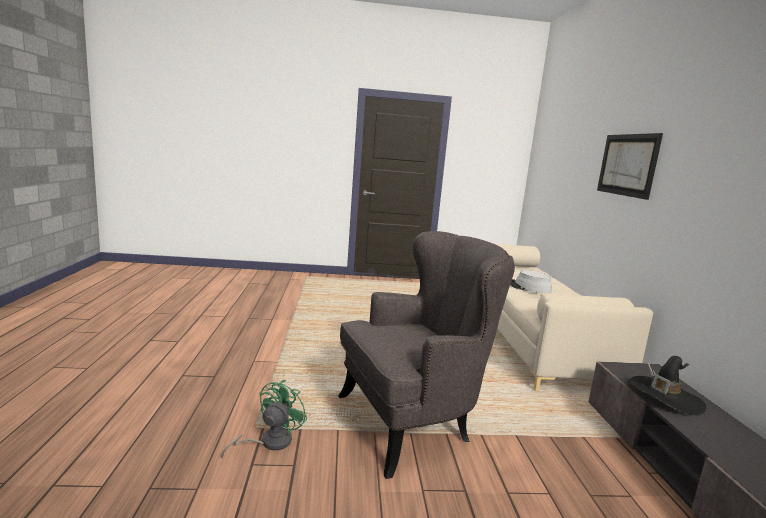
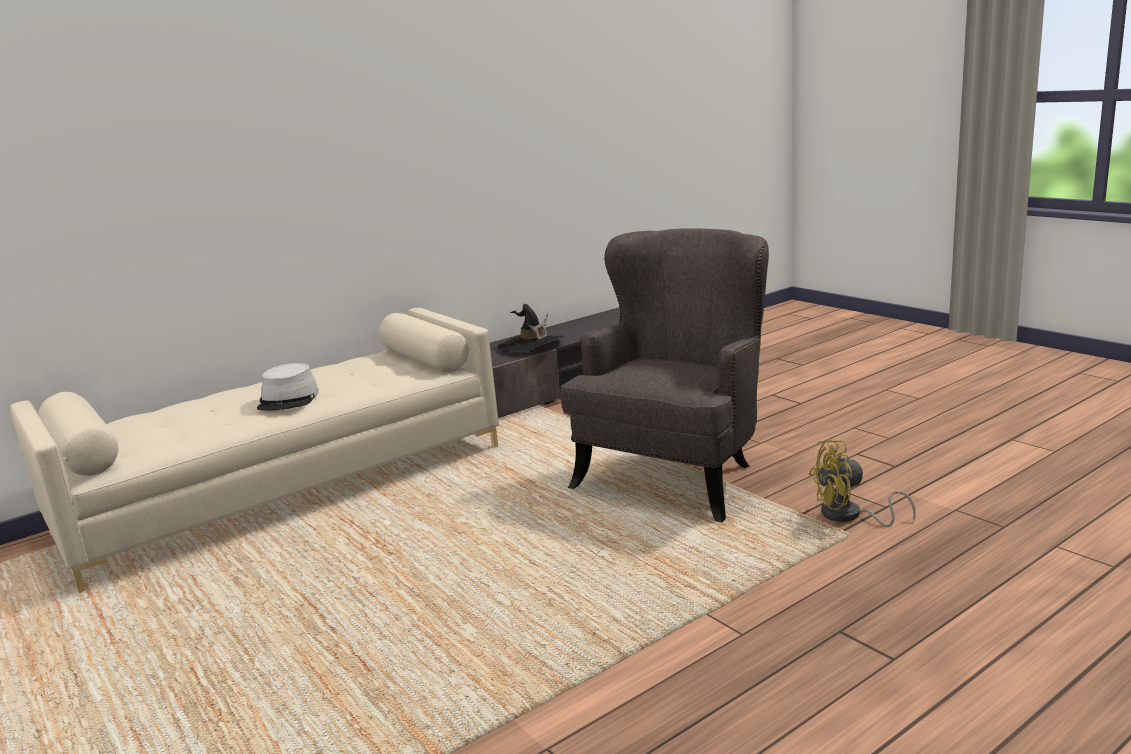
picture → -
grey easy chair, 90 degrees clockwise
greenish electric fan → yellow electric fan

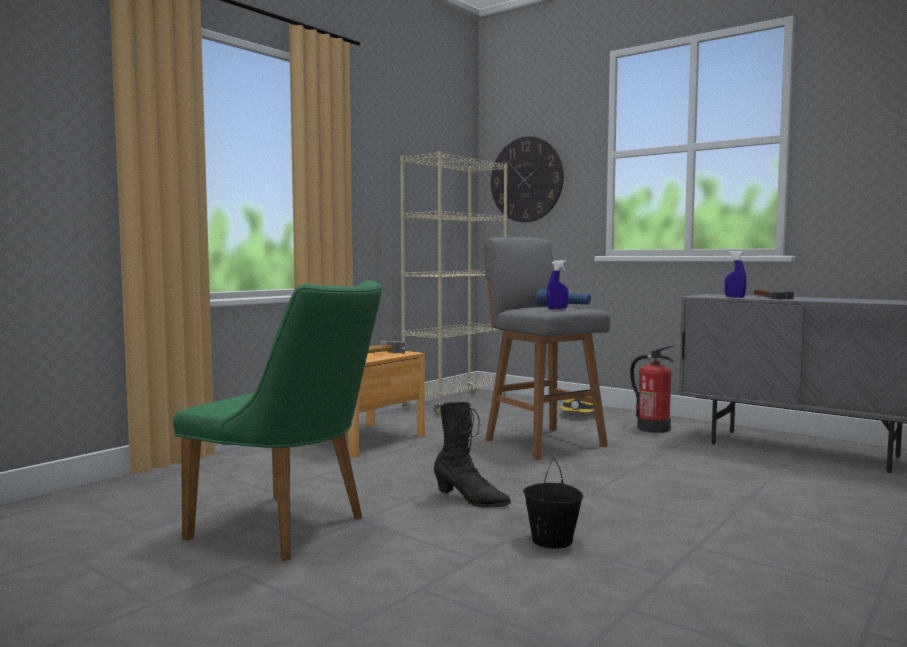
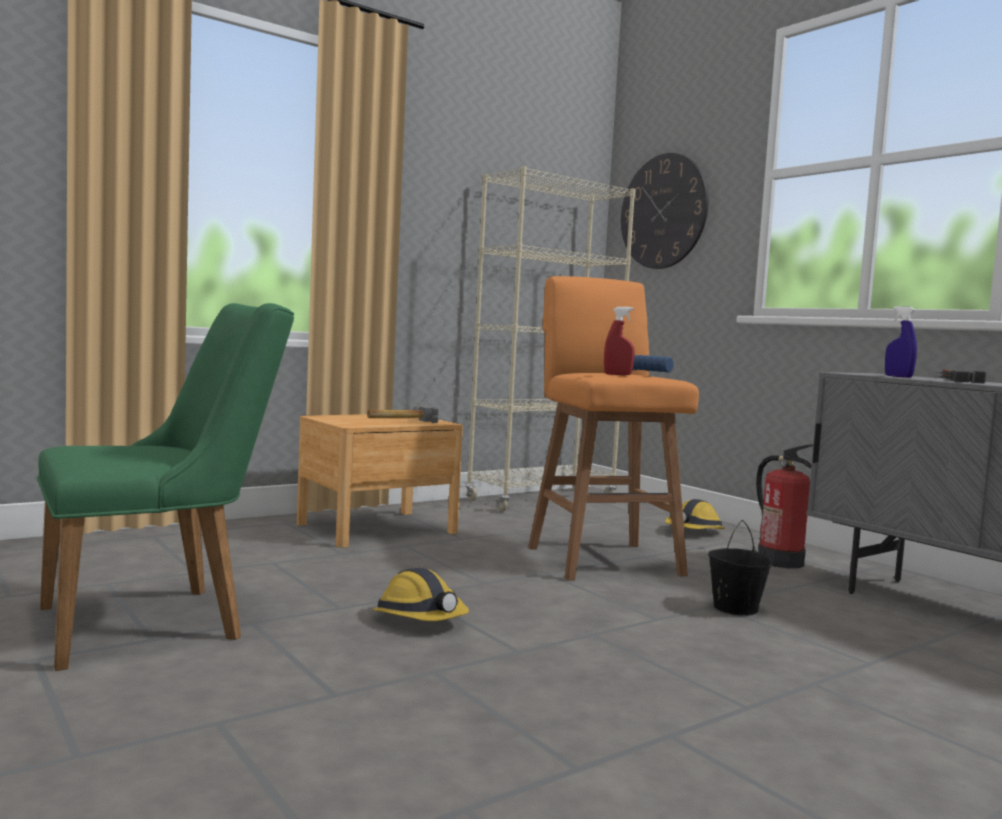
grey stool seat → orangey stool seat
bluish sprayer (no. 1 from left) → reddish sprayer
greenish chair, 75 degrees counterclockwise
blackish boot → safety helmet (no. 1 from left)
blackish pail, shifted

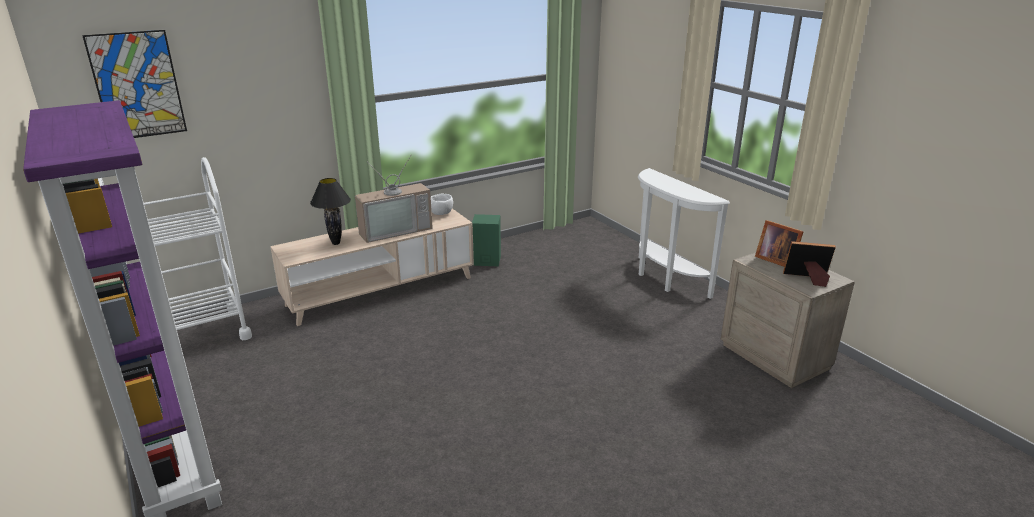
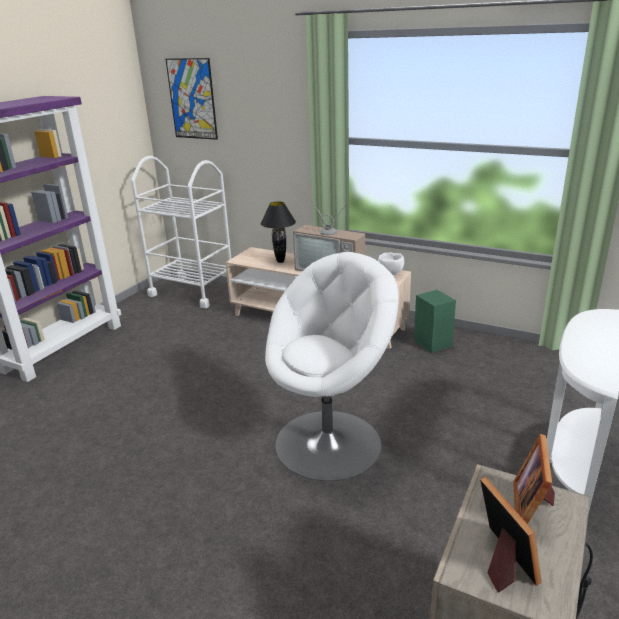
- → white easy chair

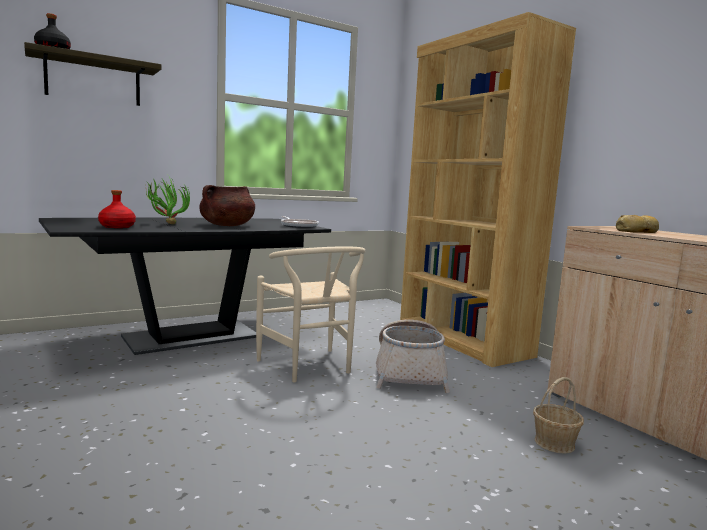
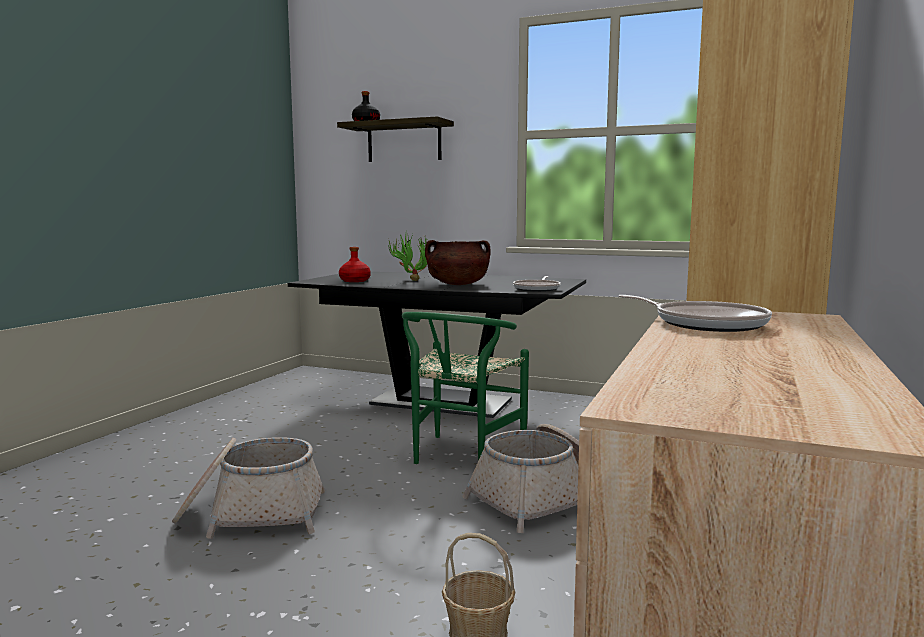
bread → skillet (no. 2 from left)
beige chair → greenish chair
- → household basket (no. 1 from left)

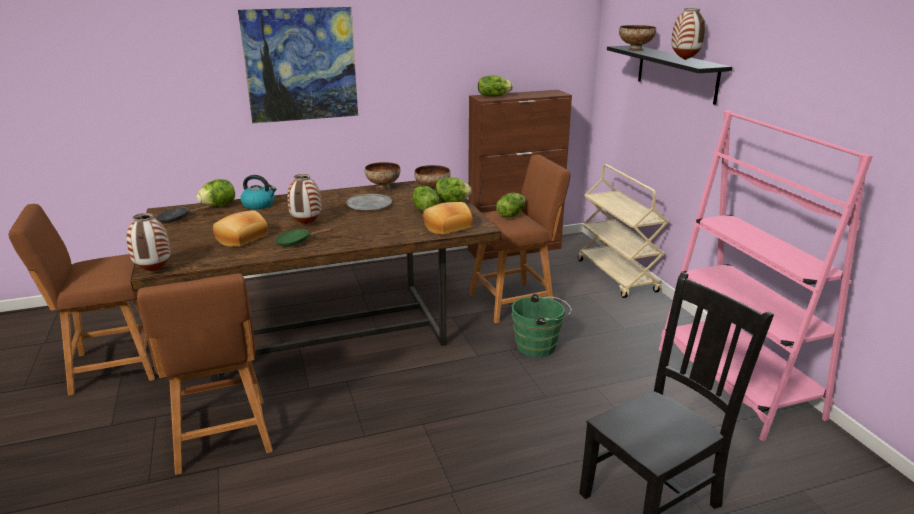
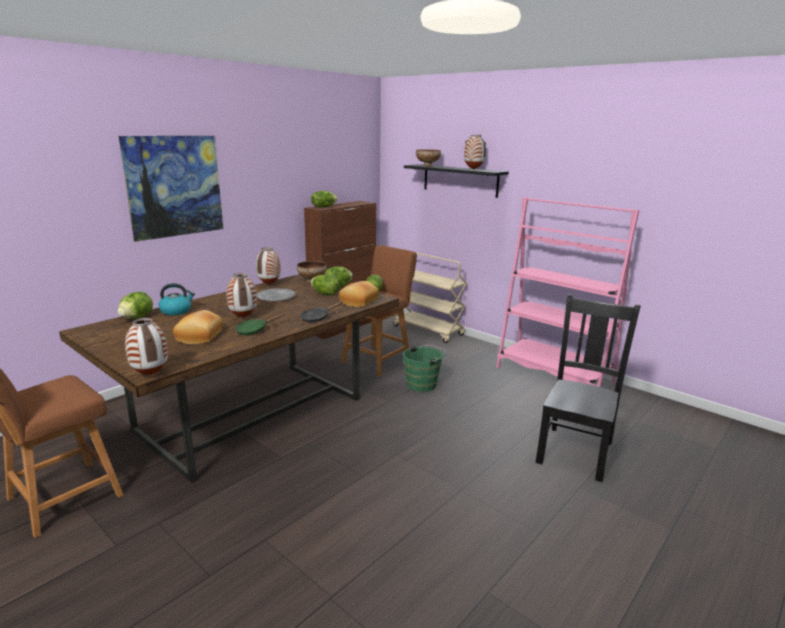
deep dish (no. 1 from left) → flower vase (no. 3 from left)
blackish skillet, shifted
brown-coloured stool seat (no. 2 from left) → -

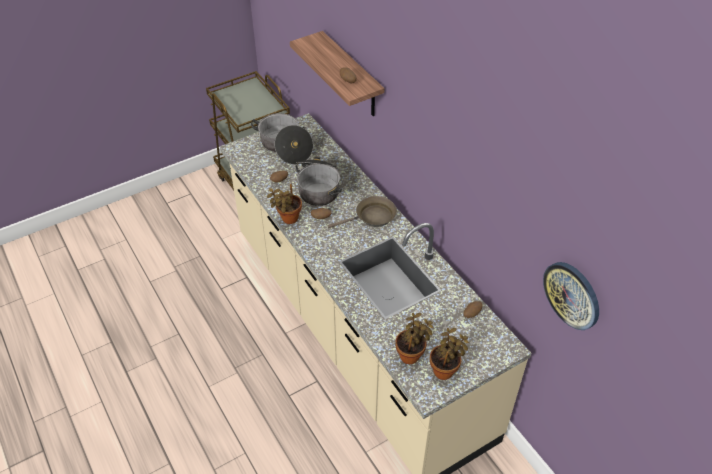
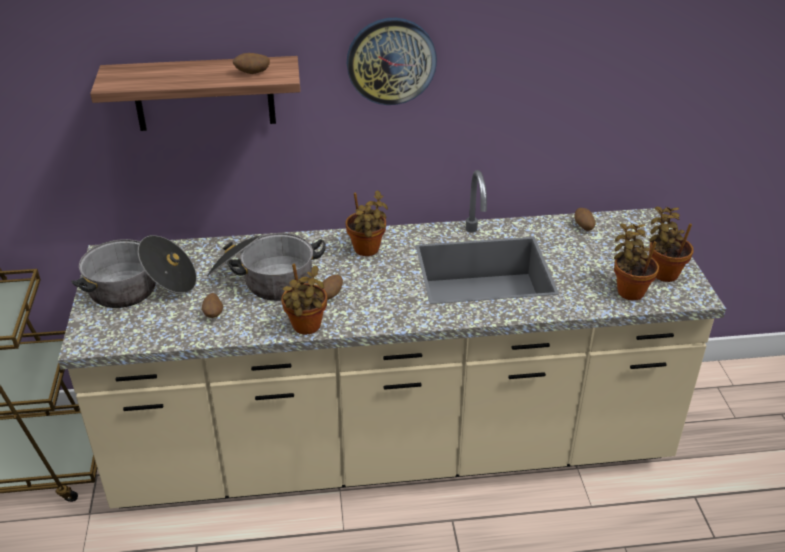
brown-coloured skillet → houseplant (no. 2 from left)
hanging clock, shifted

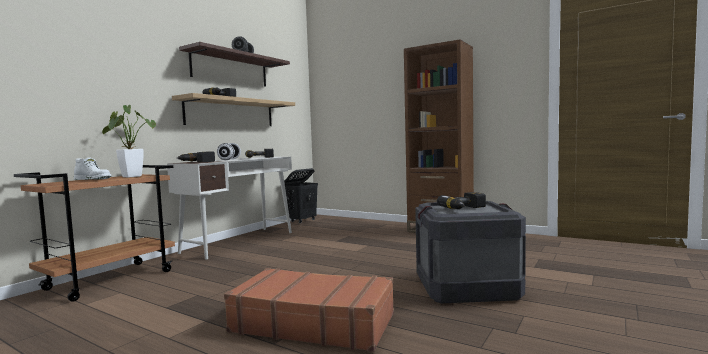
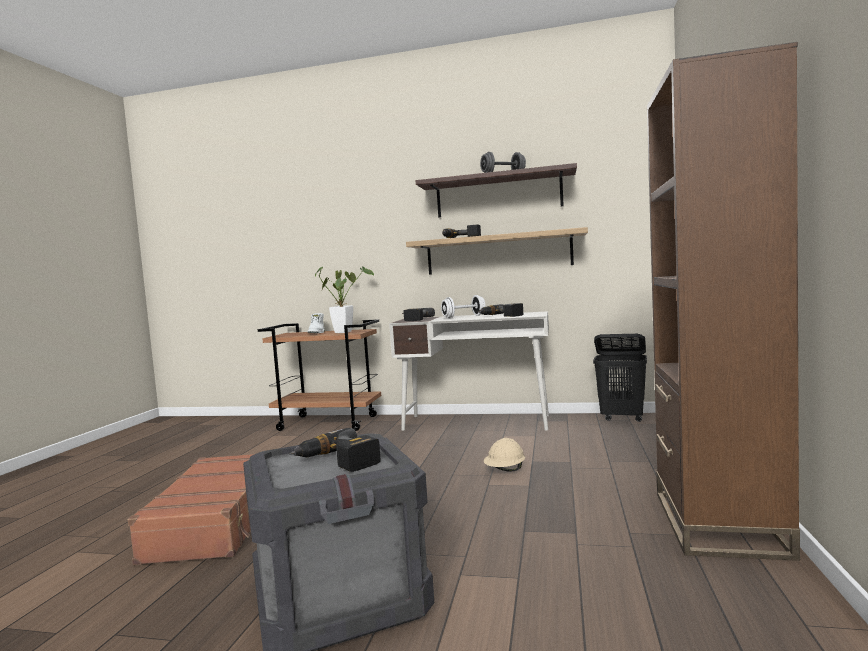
- → beige safety helmet

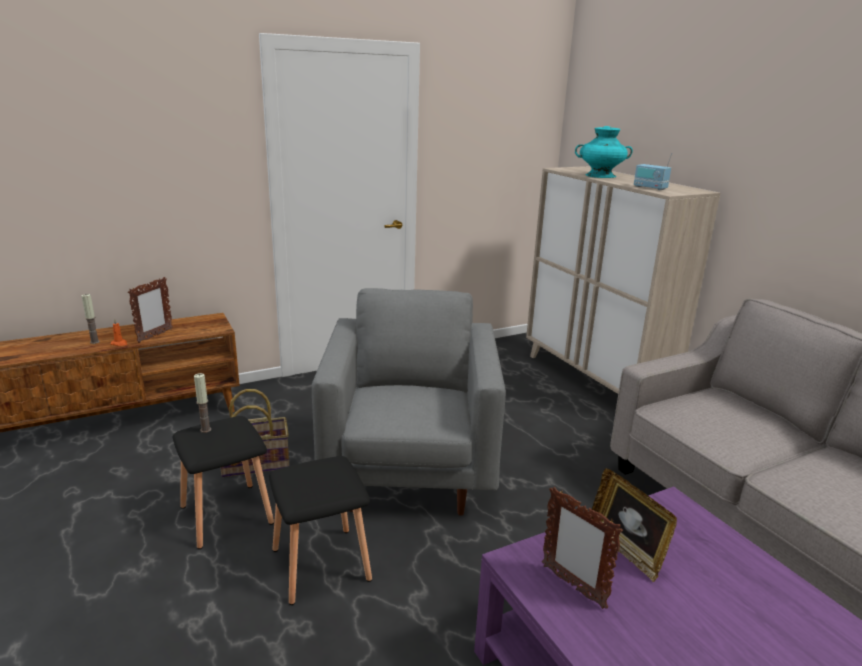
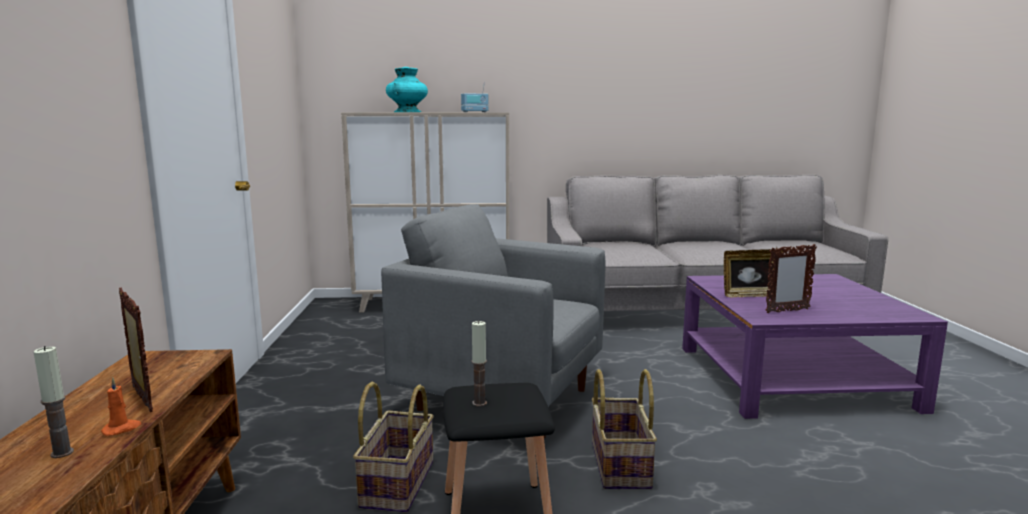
blackish stool seat (no. 2 from left) → household basket (no. 2 from left)

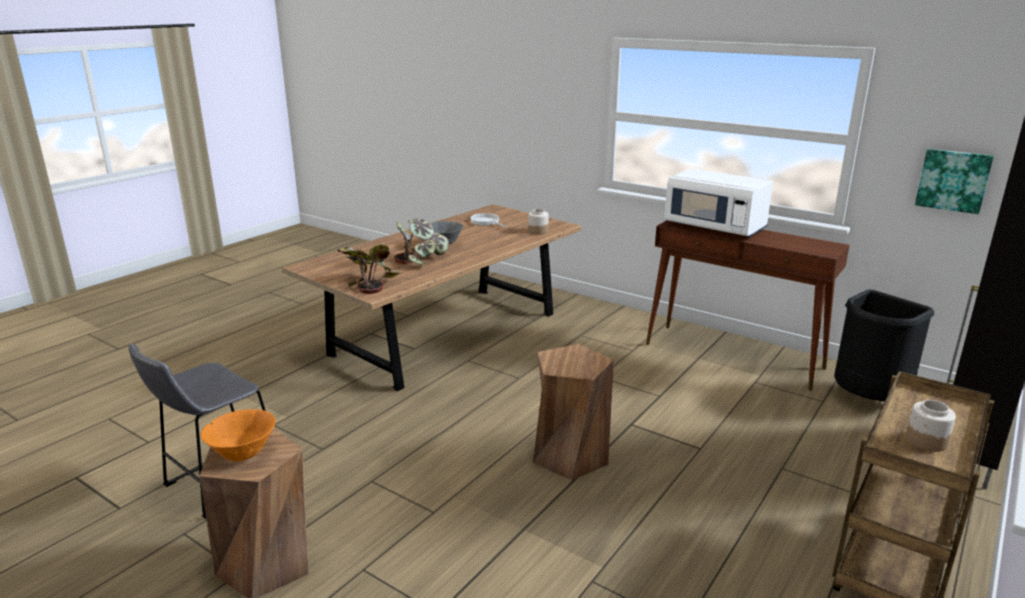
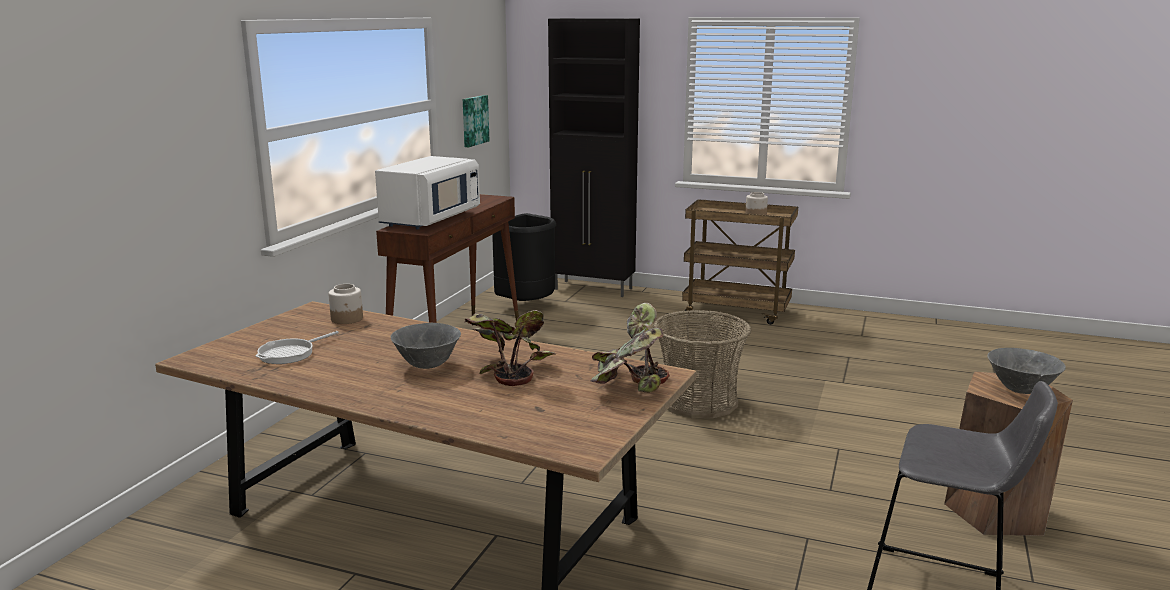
brown-coloured stool seat (no. 2 from left) → household basket
orangey deep dish → grey deep dish (no. 2 from left)

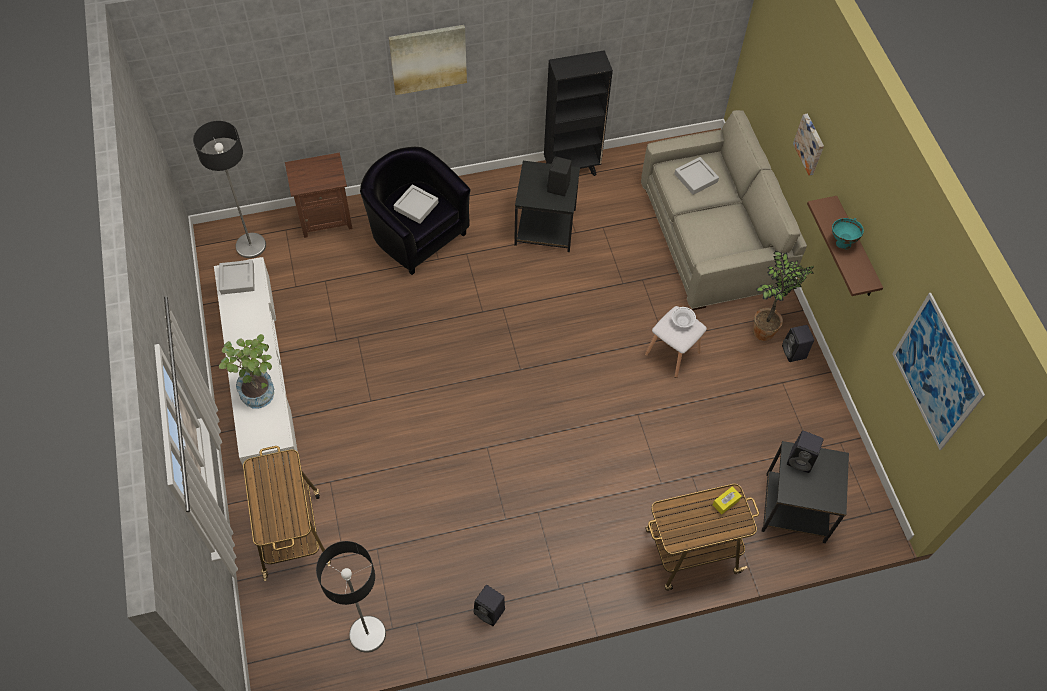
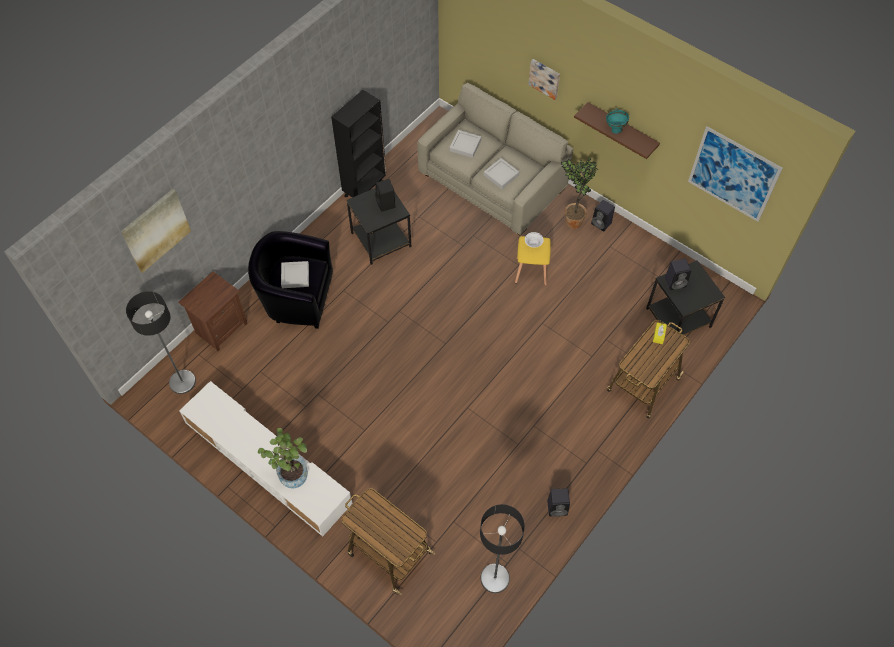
picture (no. 1 from left), shifted
grey serving tray (no. 1 from left in the first image) → grey serving tray (no. 3 from left), shifted
white stool seat → yellow stool seat

